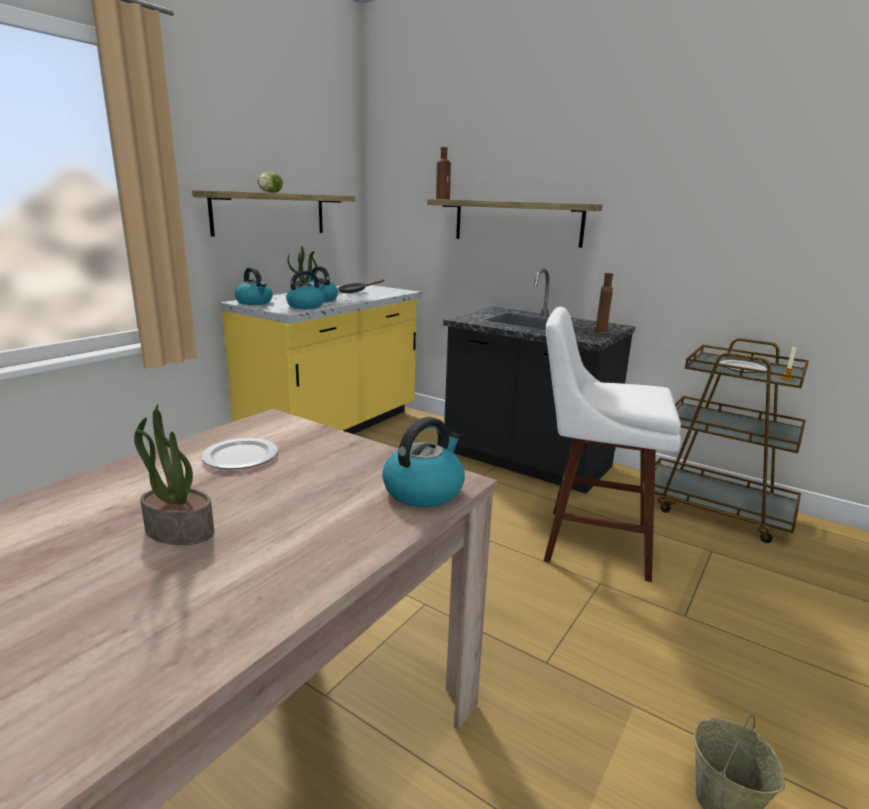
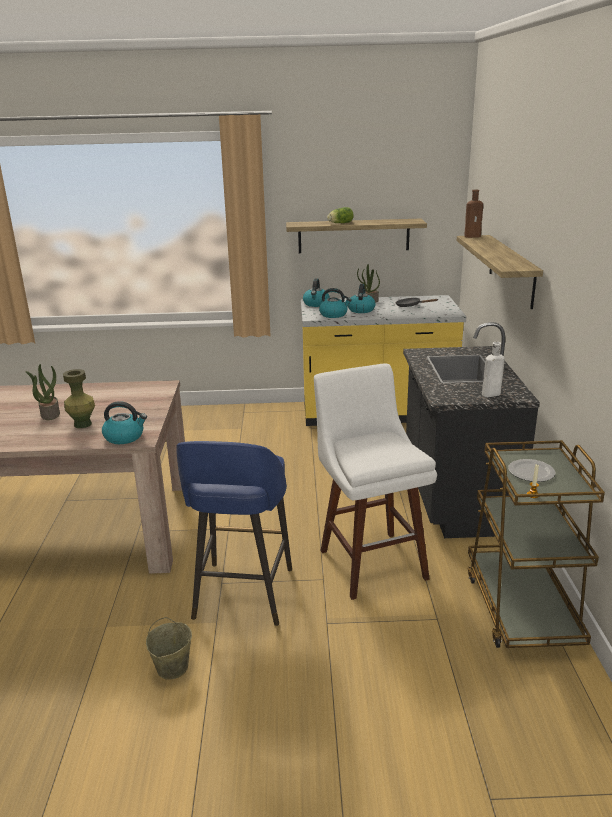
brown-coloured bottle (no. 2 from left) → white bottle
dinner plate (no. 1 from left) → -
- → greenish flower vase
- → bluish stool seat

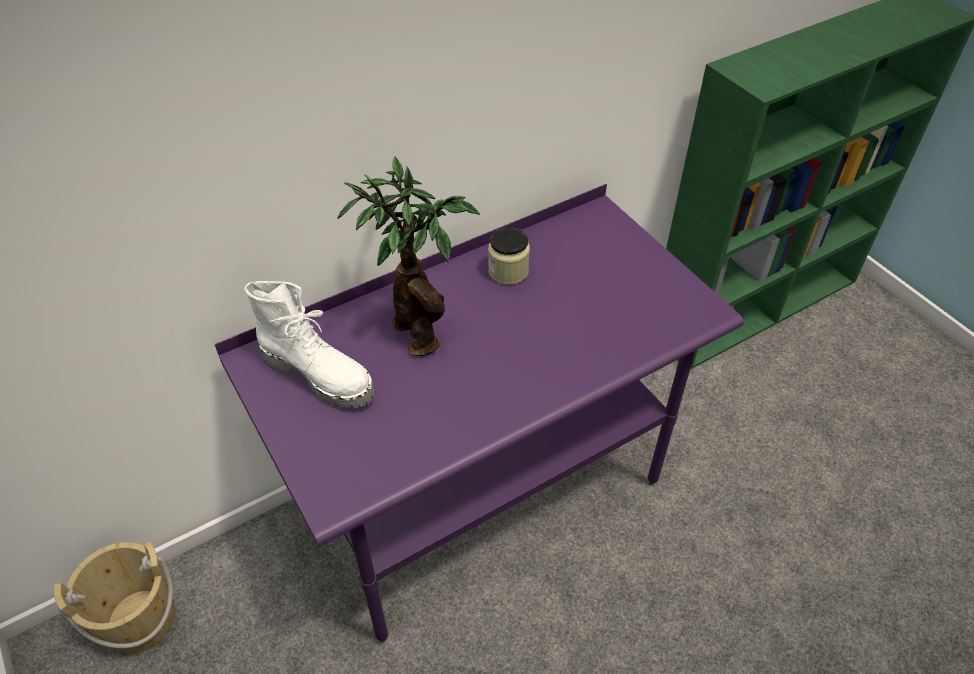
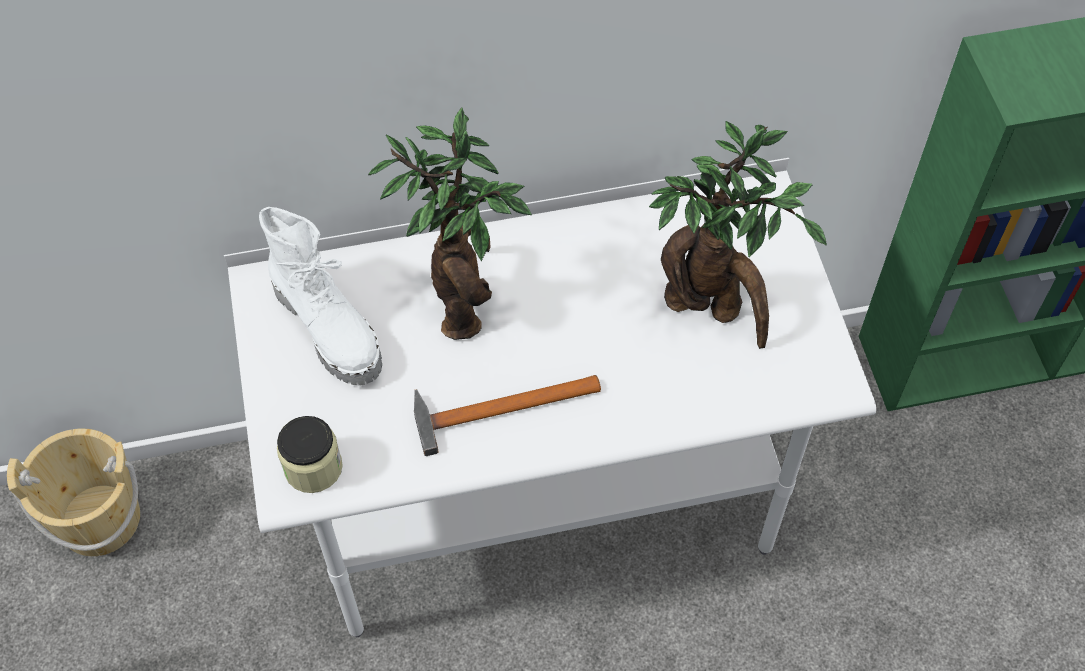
purple desk unit → white desk unit
preserve jar, shifted
- → houseplant (no. 2 from left)
- → hammer

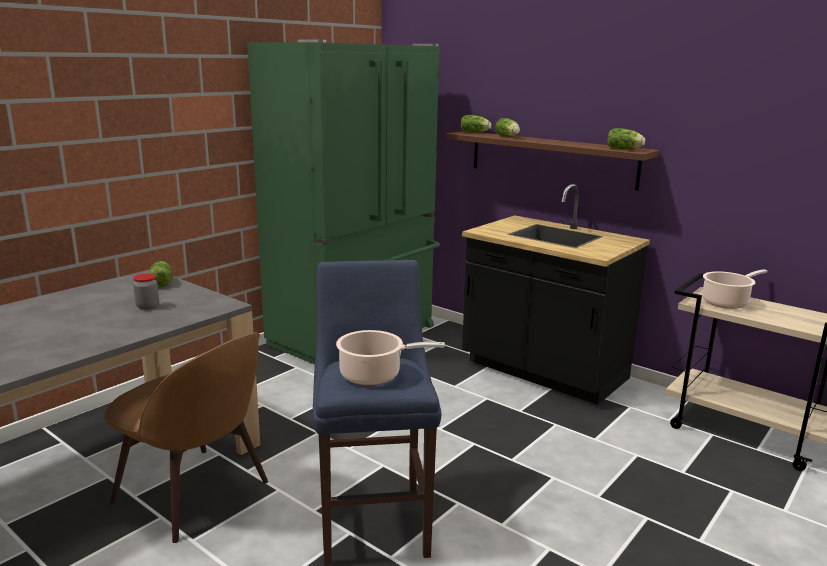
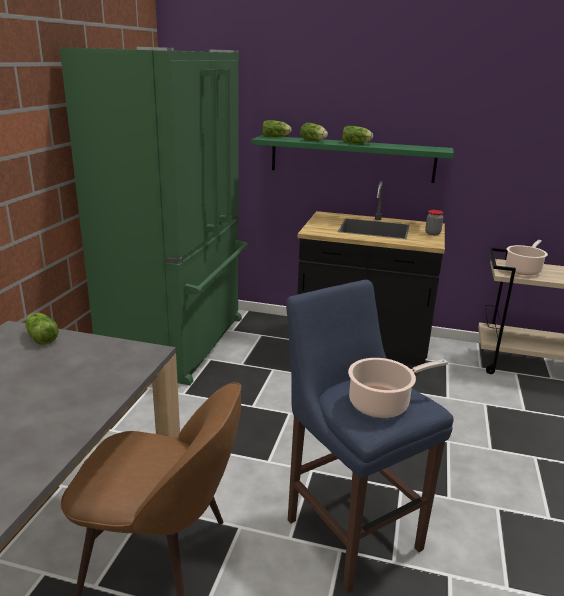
lettuce head (no. 4 from left), shifted
brown-coloured bracket shelf → greenish bracket shelf
preserve jar, shifted

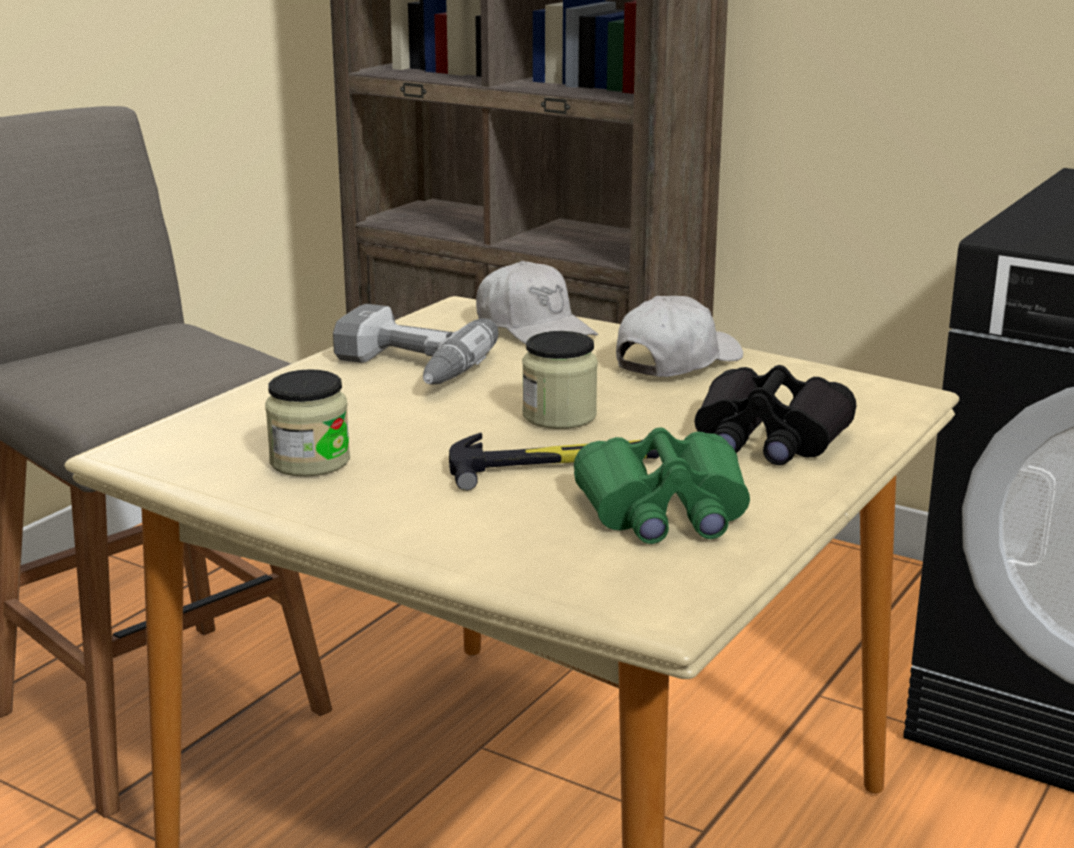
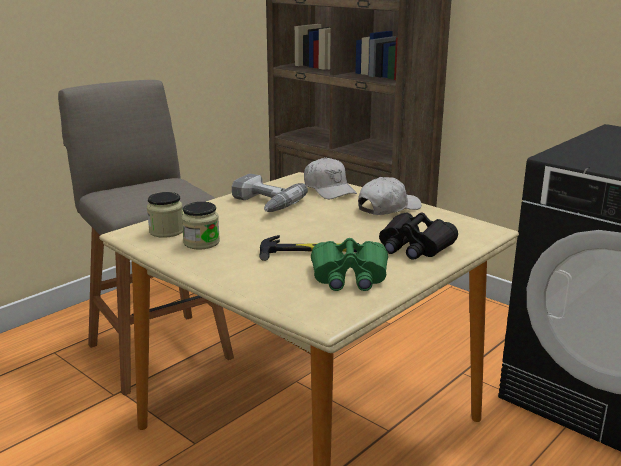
preserve jar (no. 2 from left in the first image) → preserve jar (no. 1 from left), shifted

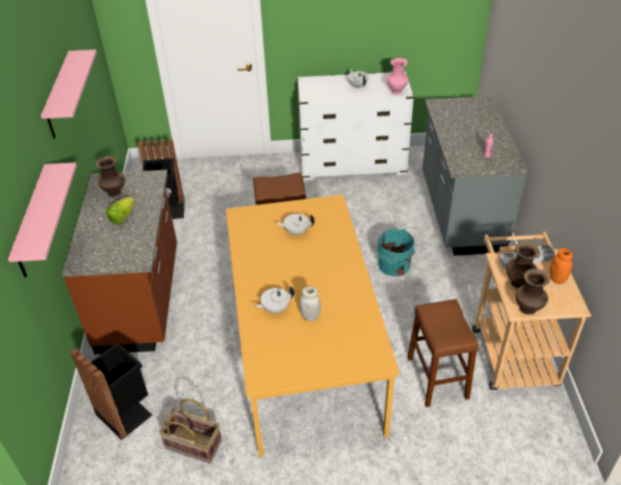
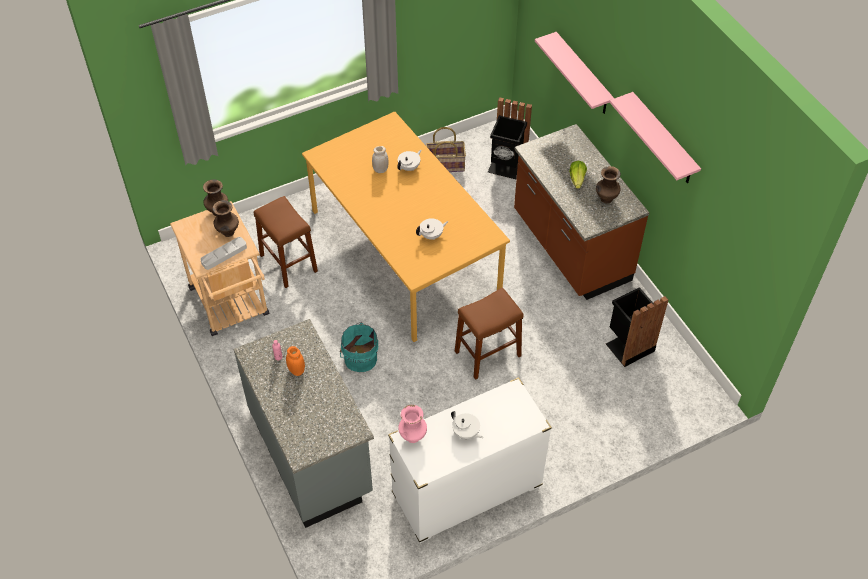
orangey preserve jar, shifted

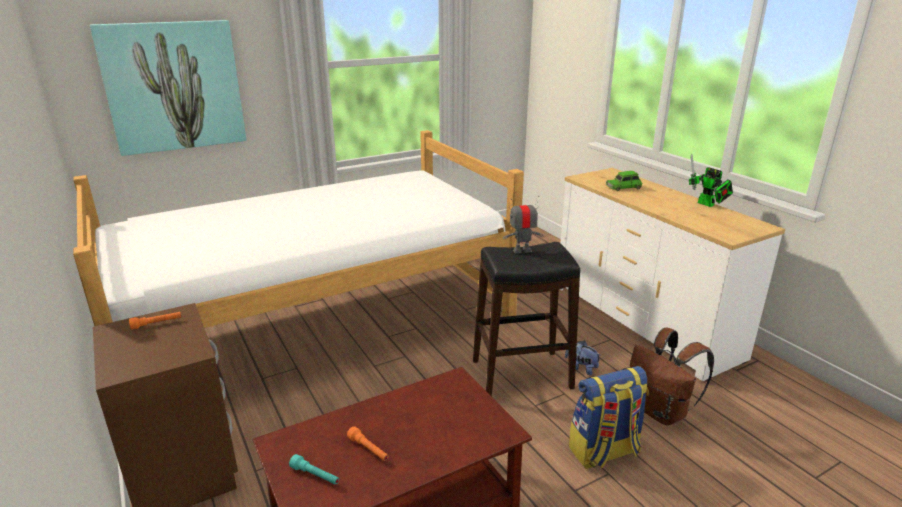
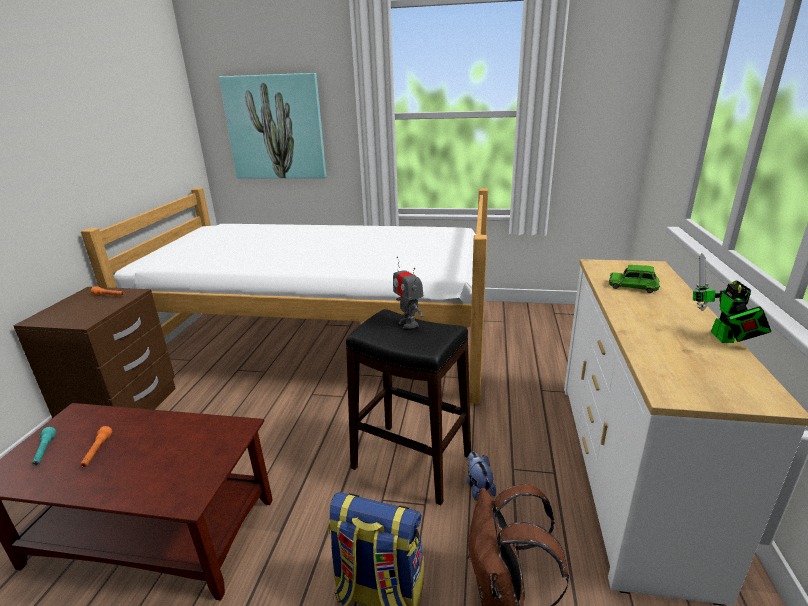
robot figure (no. 1 from left), 150 degrees counterclockwise

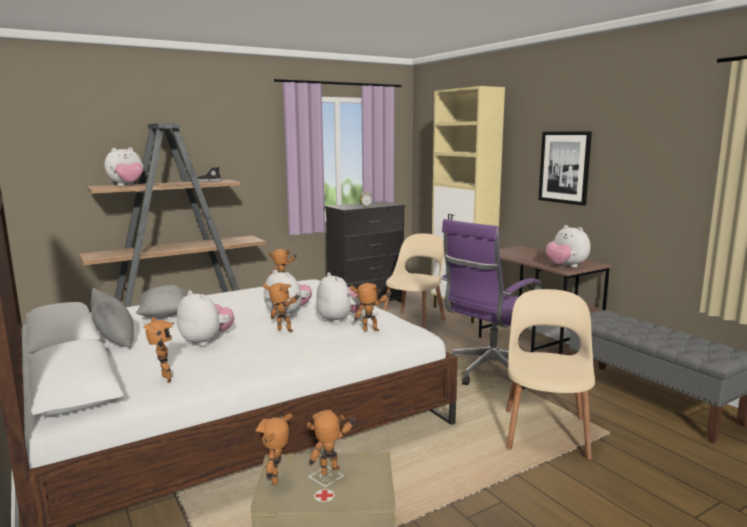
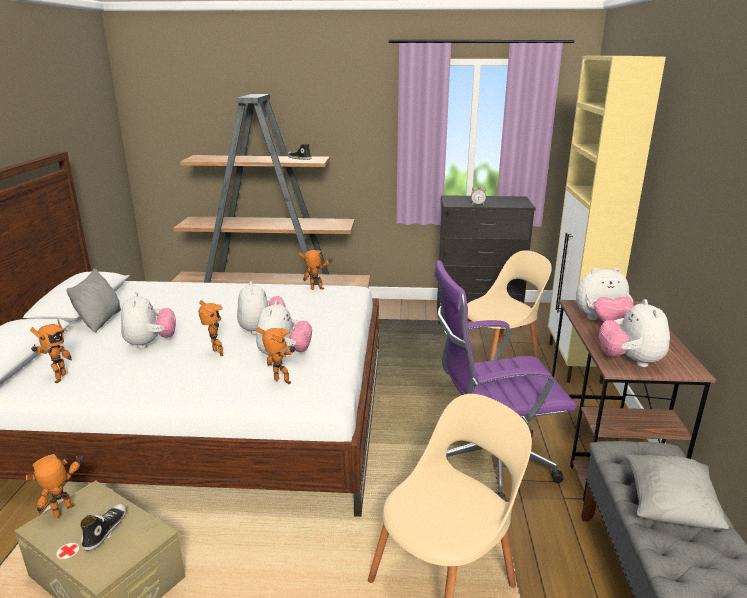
picture → -
plush toy (no. 1 from left in the first image) → plush toy (no. 4 from left), shifted
grey throw pillow (no. 2 from left), shifted
robot figure (no. 5 from left) → item of footwear (no. 1 from left)

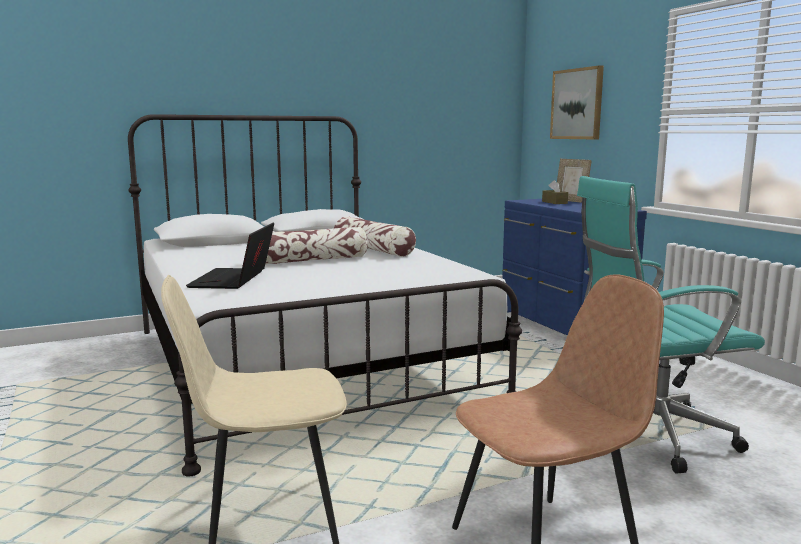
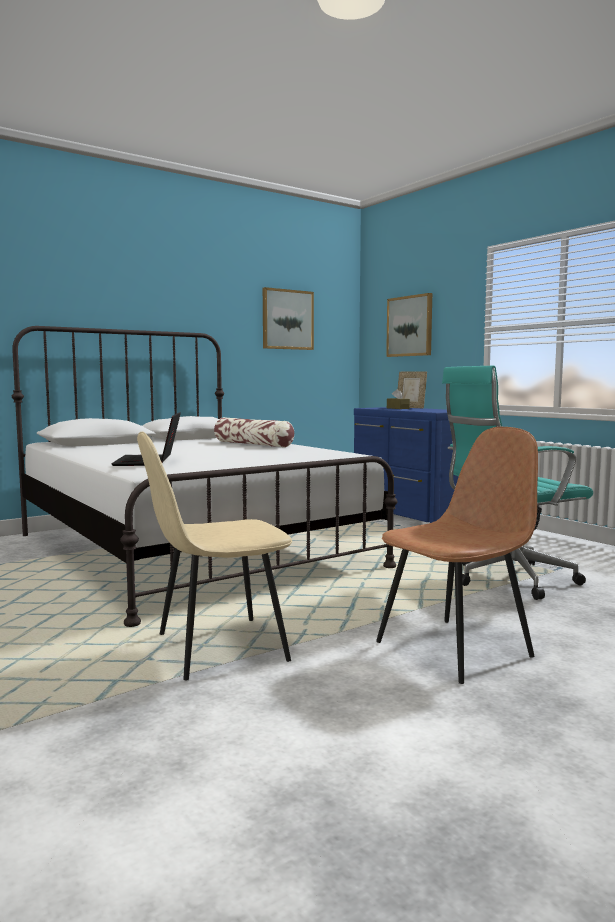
throw pillow (no. 1 from left) → -
- → picture (no. 1 from left)

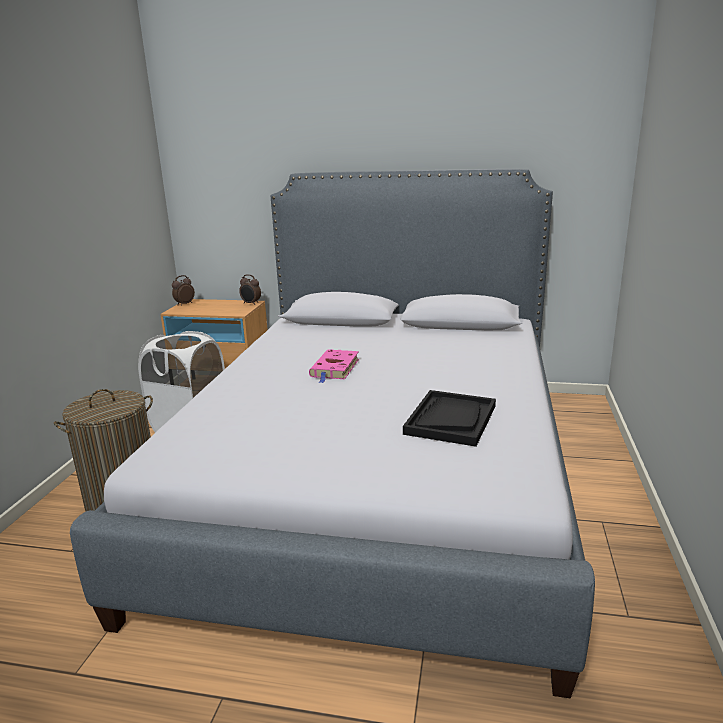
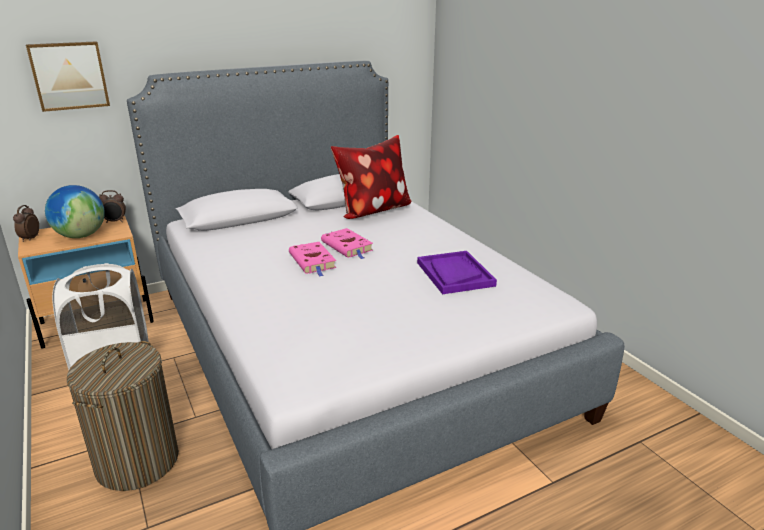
blackish serving tray → purple serving tray
- → picture
- → throw pillow
- → desk globe
- → pink book (no. 2 from left)

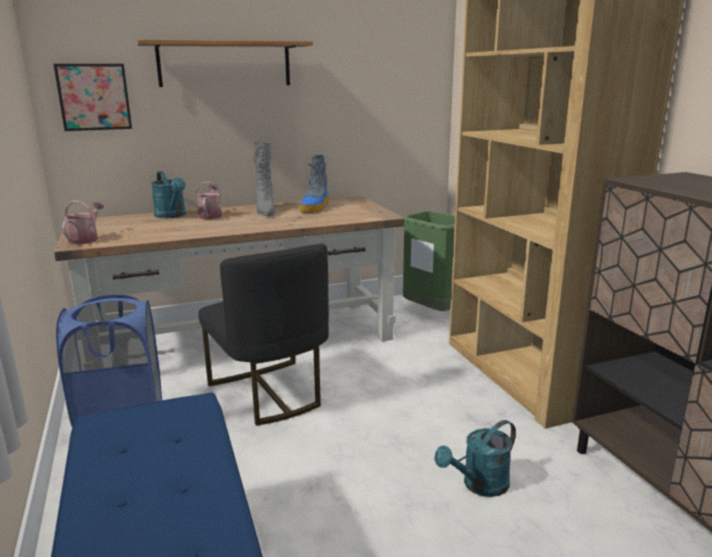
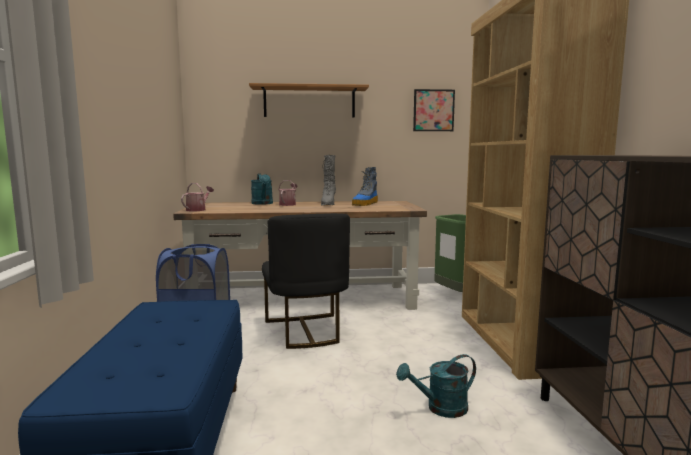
picture, shifted

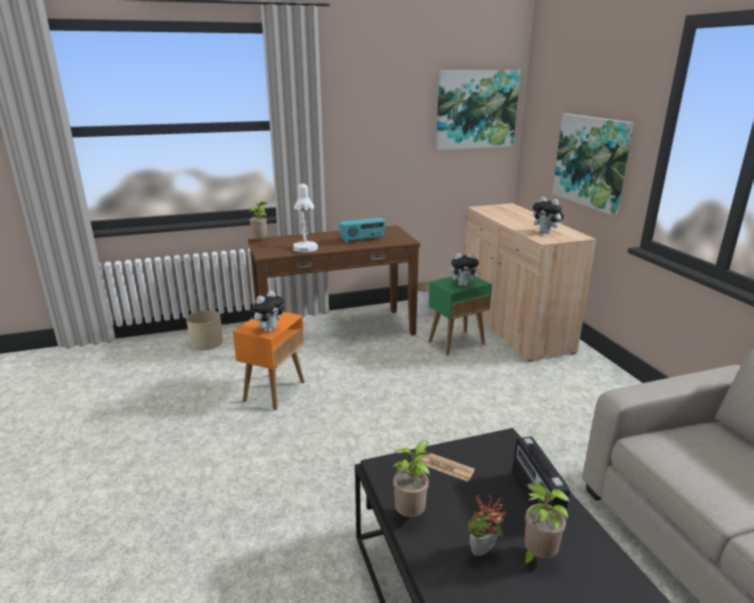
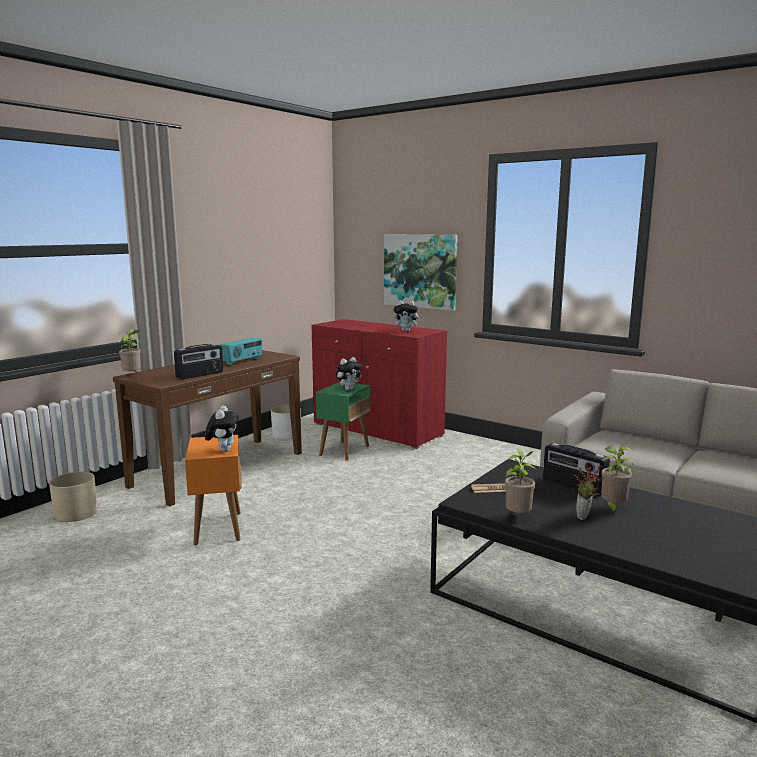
picture (no. 1 from left) → -
white lamp for a table → radio set (no. 1 from left)
beige storage cabinet → reddish storage cabinet

